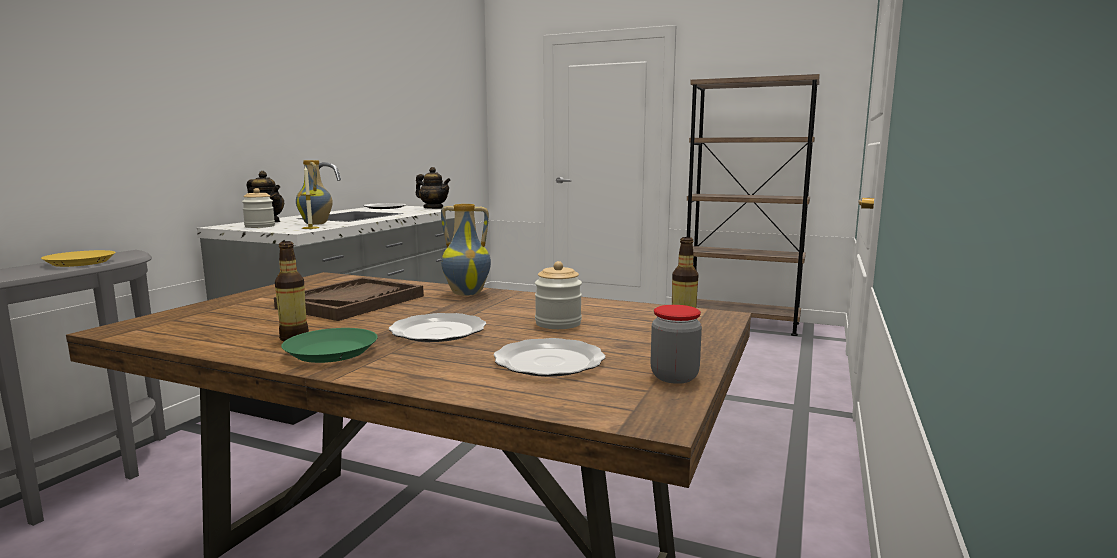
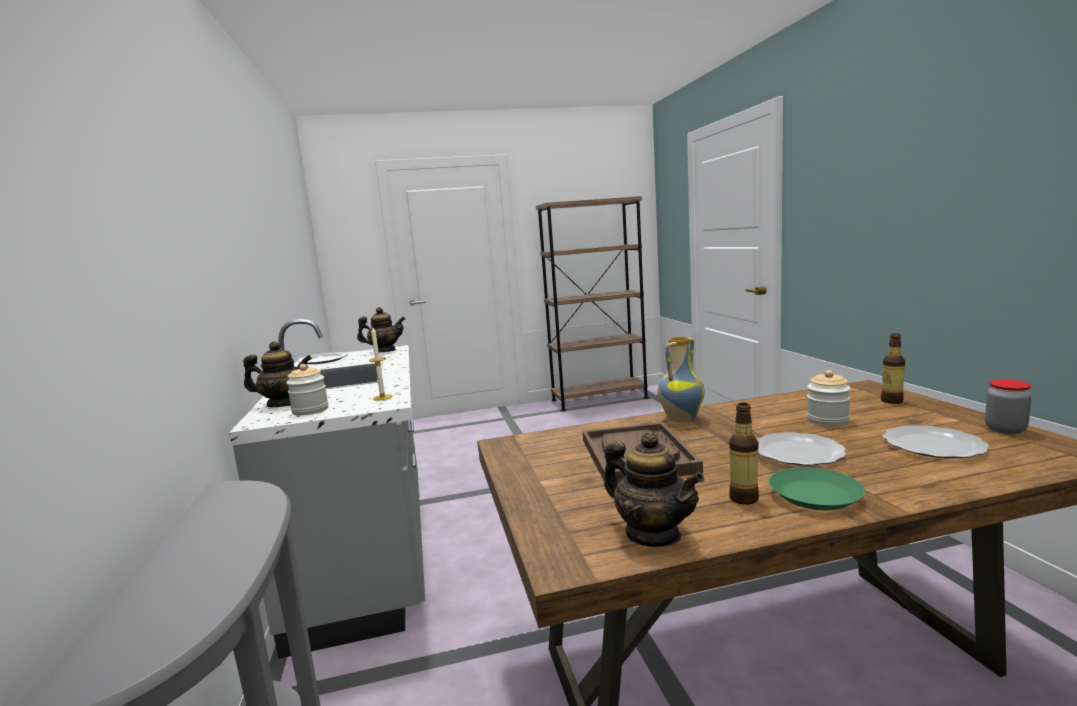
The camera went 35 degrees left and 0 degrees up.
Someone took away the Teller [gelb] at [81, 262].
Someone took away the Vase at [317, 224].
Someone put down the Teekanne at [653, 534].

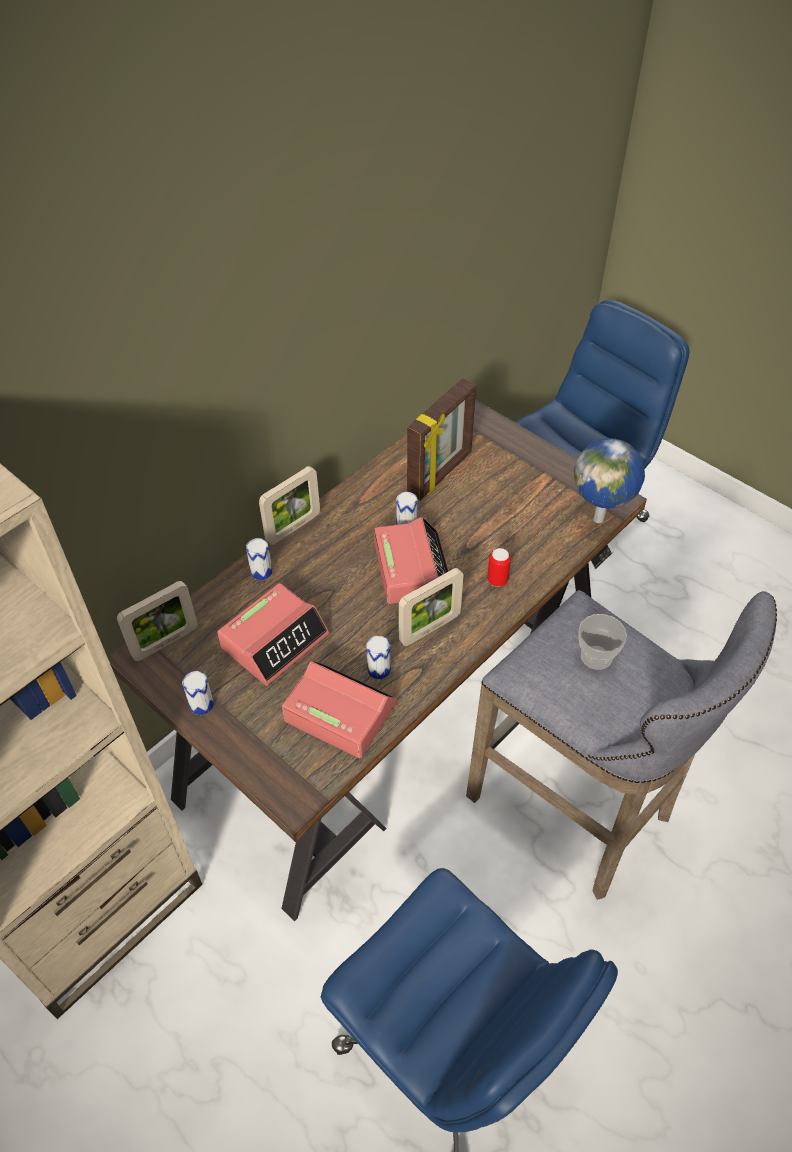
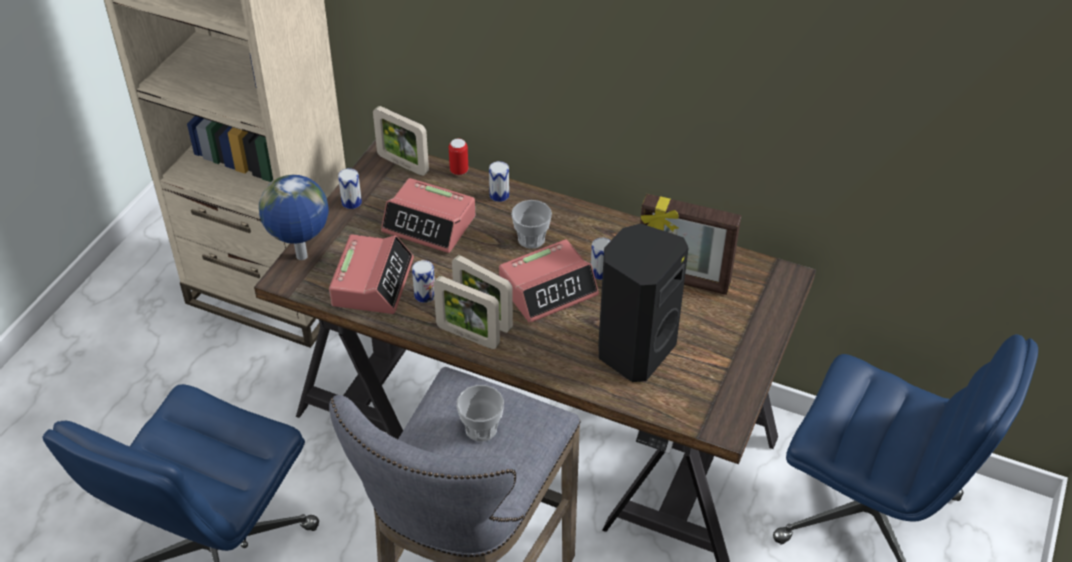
The camera went 70 degrees right and 5 degrees down.
Someone carried the Bilderrahmen from [293, 528] to [468, 336].
Someone carried the Dose from [497, 580] to [459, 171].
Someone carried the Globus from [600, 519] to [302, 257].
Someone put down the Tasse at [531, 239].
Someone put down the Lautsprecher [schwarz] at [634, 350].

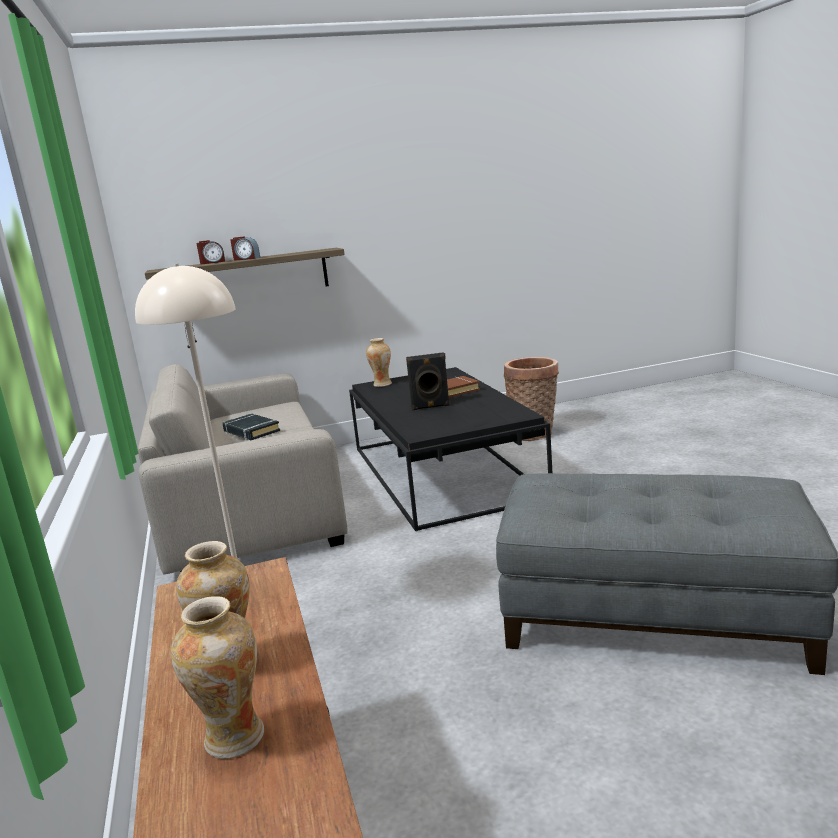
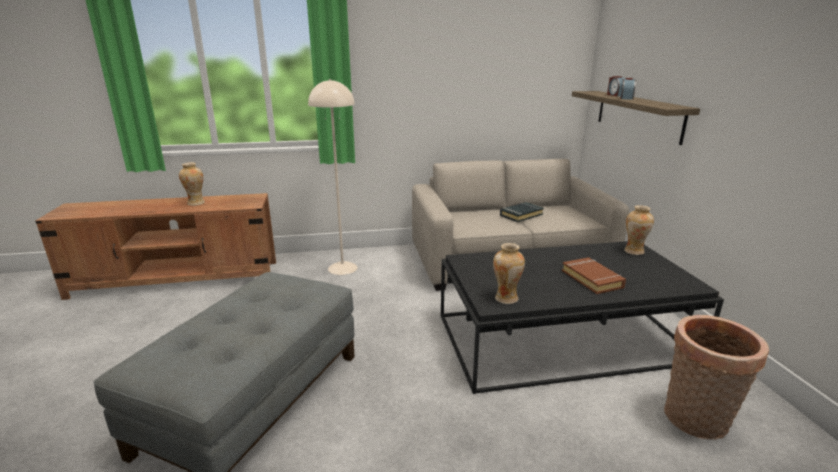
The camera went 95 degrees right and 5 degrees up.
Someone carried the Vase from [234, 738] to [506, 298].
Someone took away the Lautsprecher [schwarz] at [430, 407].

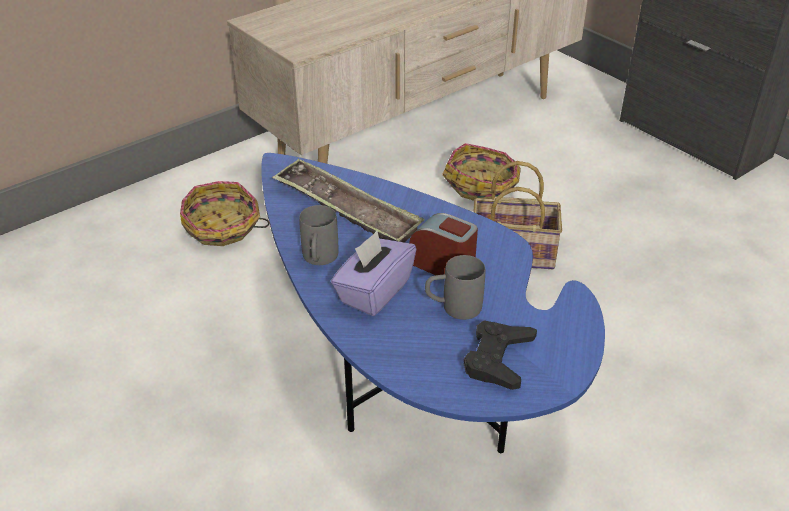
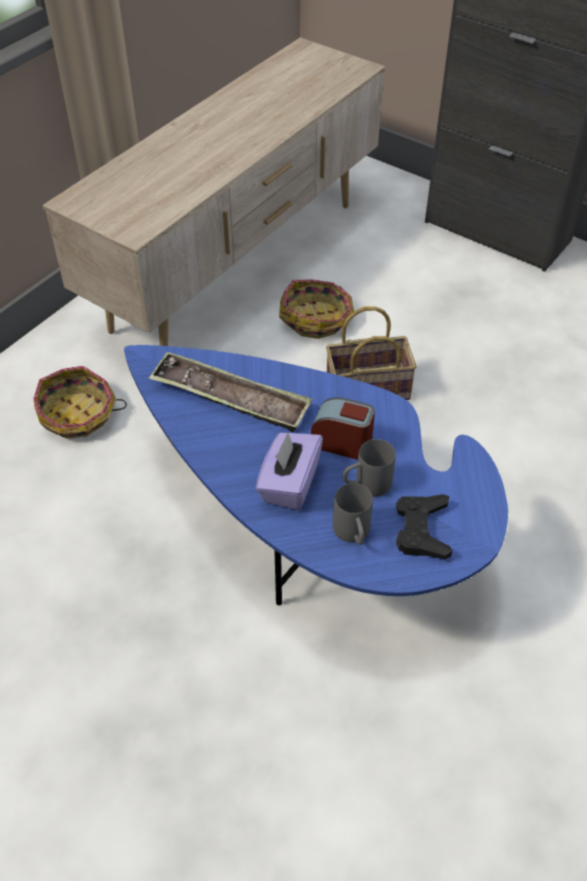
The camera went 15 degrees left and 10 degrees up.
Someone carried the Henkelbecher [grau] from [319, 260] to [353, 535].

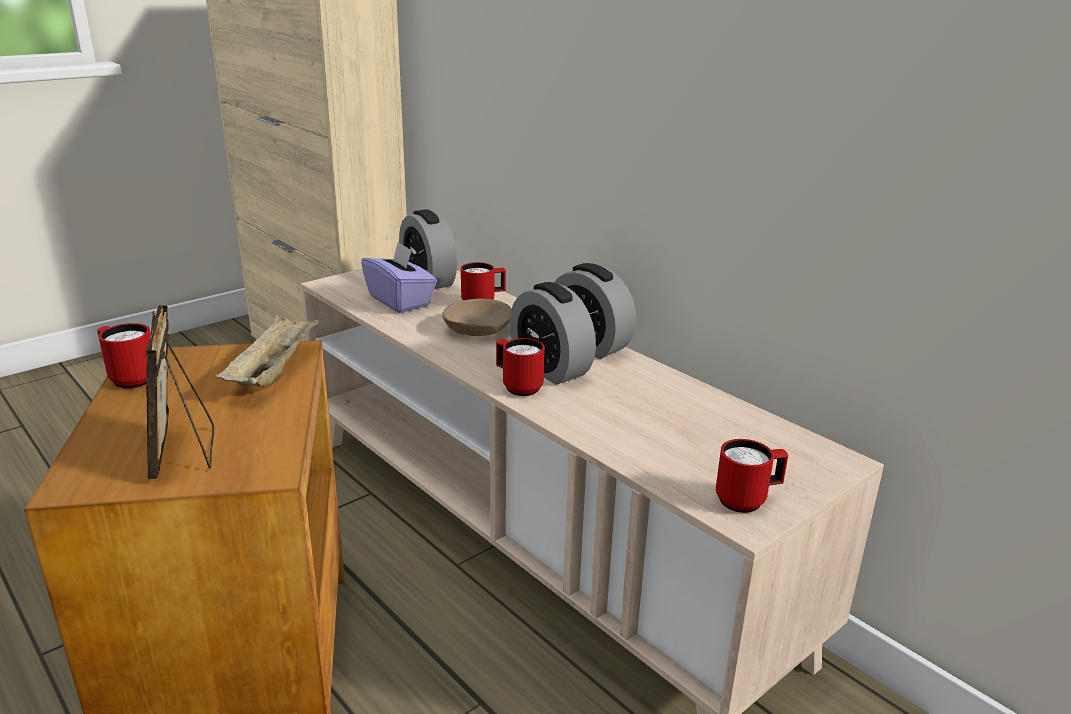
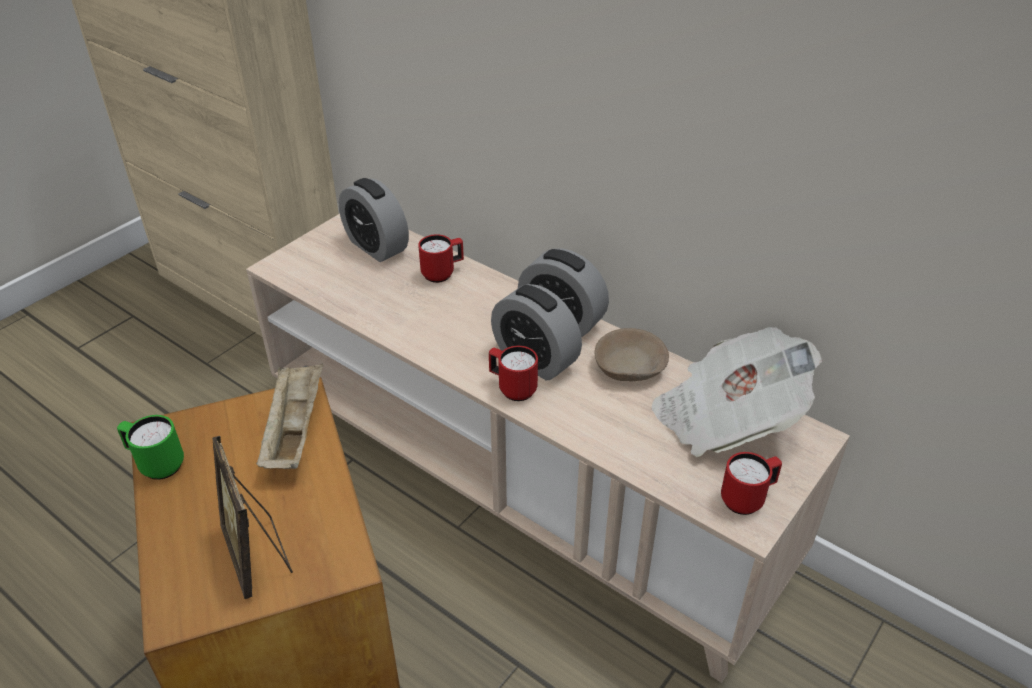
The camera went 10 degrees left and 15 degrees up.
Someone repainted the Henkelbecher [rot] at [129, 378], which became the Henkelbecher [grün] at [156, 464].
Someone took away the Taschentuchbox [lila] at [400, 301].
Someone carried the Schüssel [beige] from [478, 329] to [630, 367].
Someone put down the Zeitung at [726, 418].

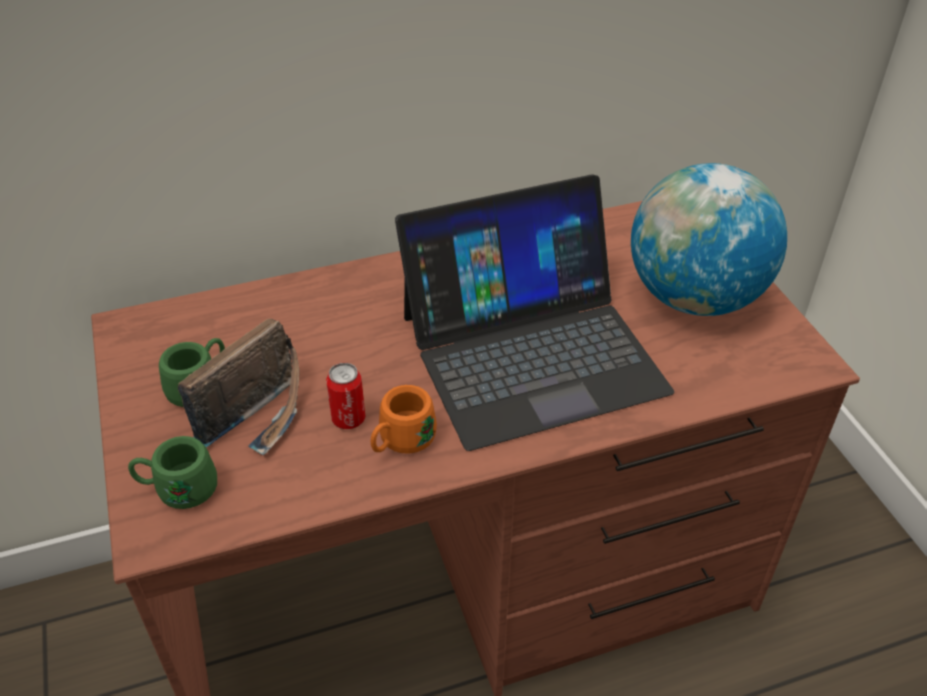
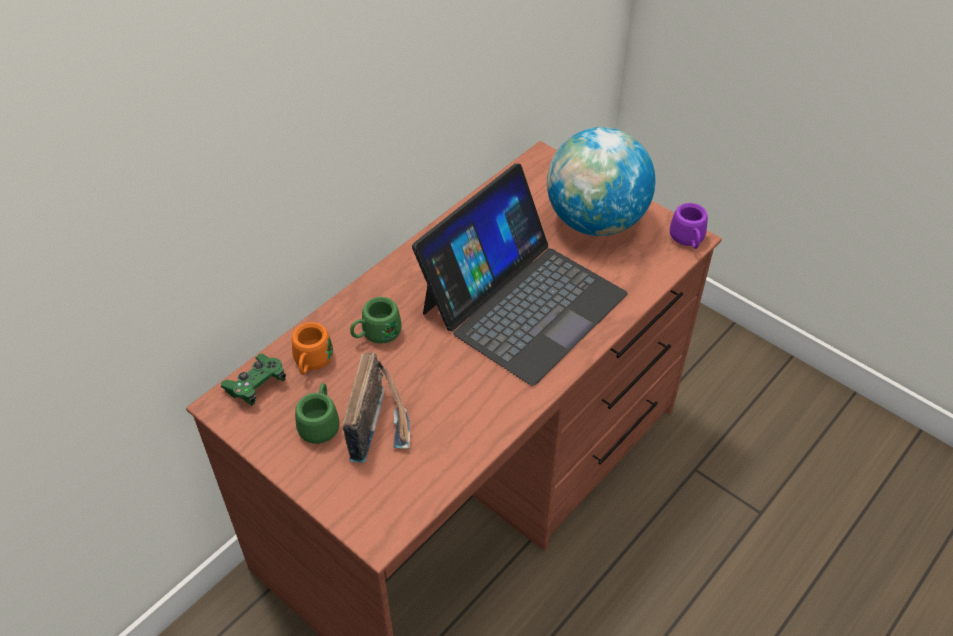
The camera went 30 degrees left and 5 degrees up.
Someone carried the Henkelbecher [grün] from [178, 490] to [376, 334].
Someone took away the Dose at [348, 419].
Someone carried the Henkelbecher [orange] from [401, 442] to [311, 363].
Someone put down the Gamepad [grün] at [256, 385].
Someone put down the Henkelbecher [lila] at [688, 240].

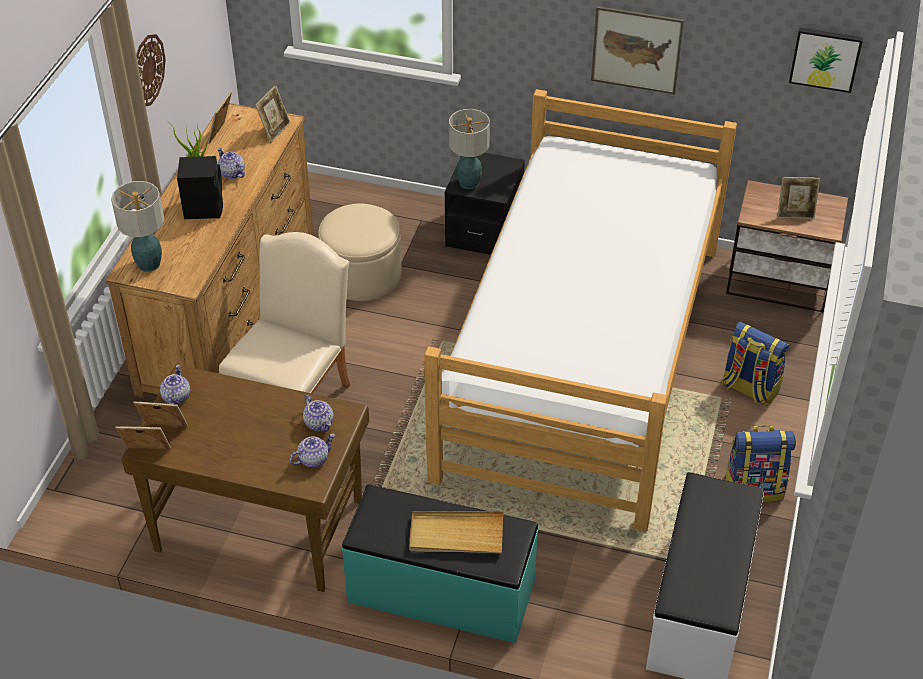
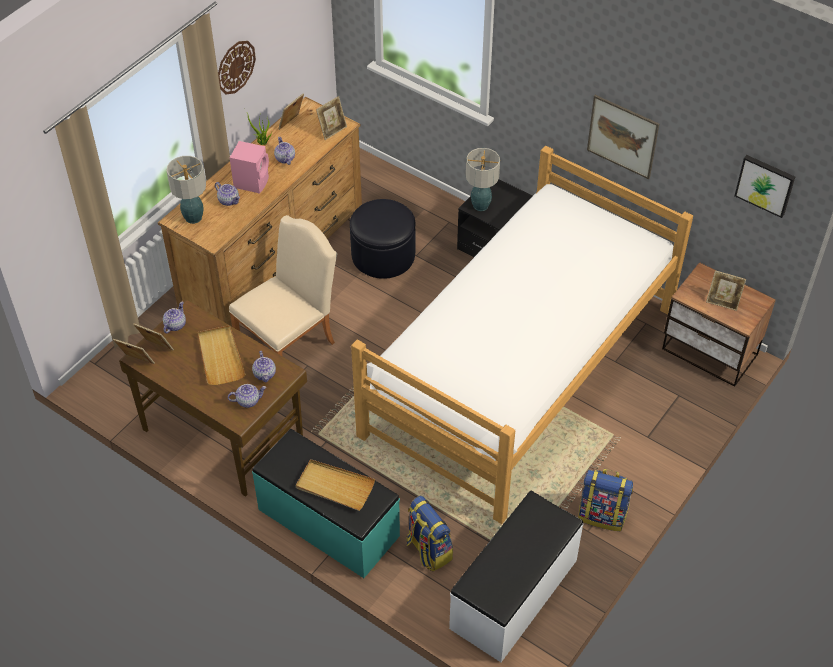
The camera went 20 degrees right and 5 degrees up.
Someone repainted the Lautsprecher [schwarz] at [204, 207], which became the Lautsprecher [rosa] at [252, 181].
Someone repainted the Polsterhocker [beige] at [361, 274], which became the Polsterhocker [schwarz] at [383, 255].
Someone carried the Rucksack from [749, 388] to [428, 550].
Someone put down the Tablett [beige] at [220, 357].
Someone put down the Teekanne at [229, 200].

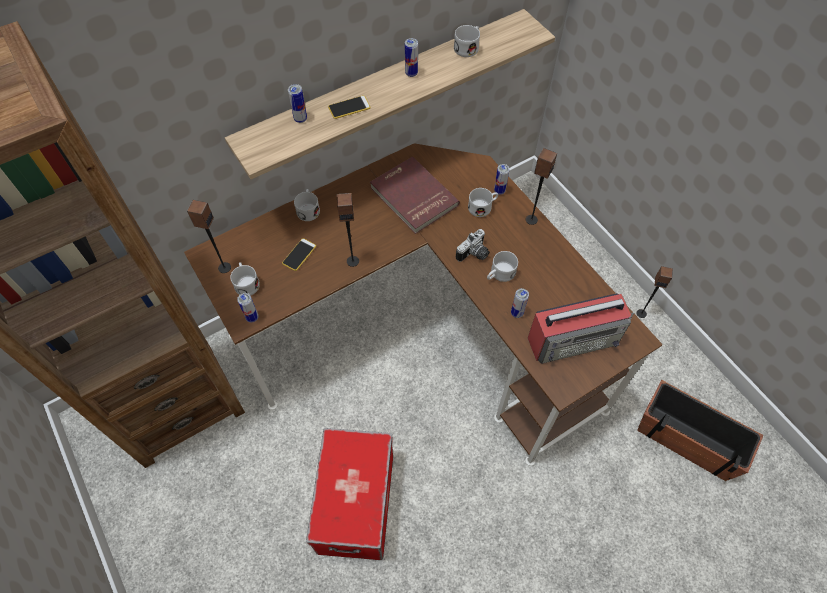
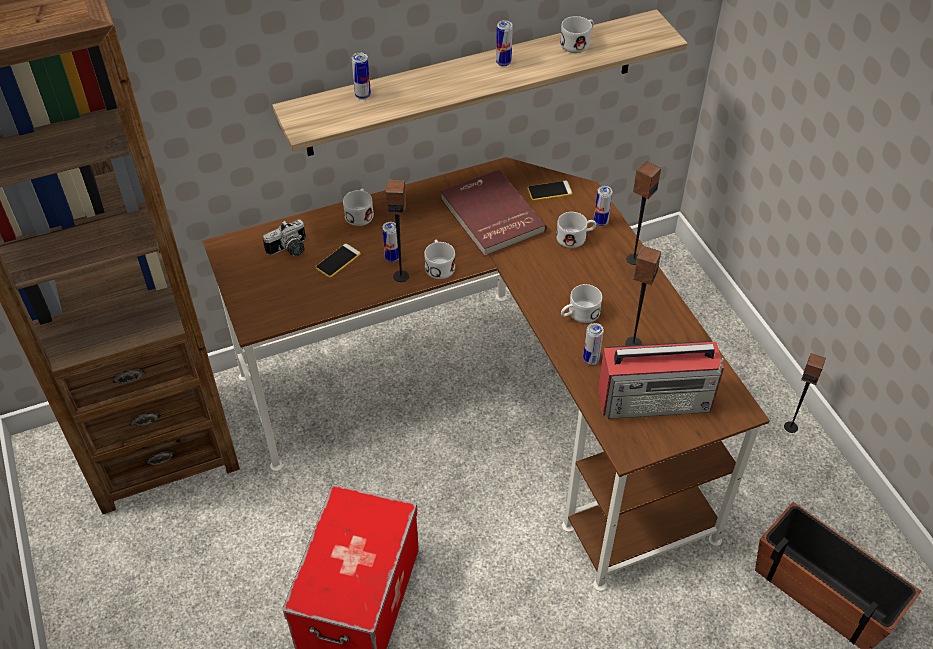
The camera went 10 degrees right and 10 degrees down.
Someone carried the Lautsprecher from [224, 267] to [633, 343].
Someone carried the Henkelbecher [weiß] from [246, 282] to [439, 265].
Someone carried the Dose from [252, 317] to [392, 258].
Someone carried the Handy from [349, 107] to [549, 191].
Someone carried the Kamera from [474, 254] to [290, 250].

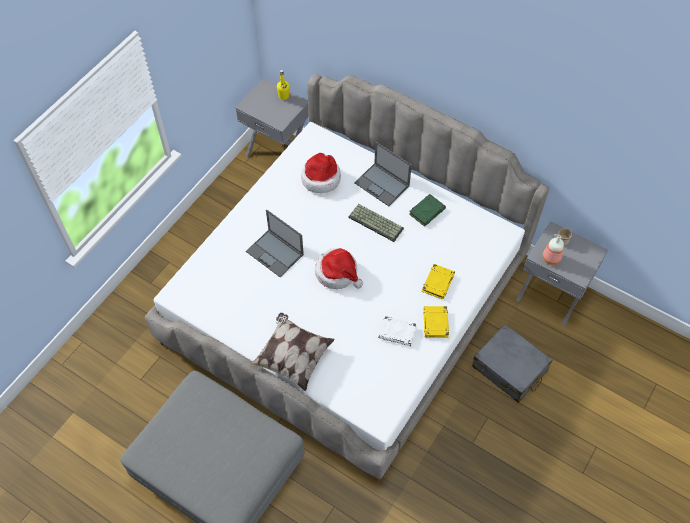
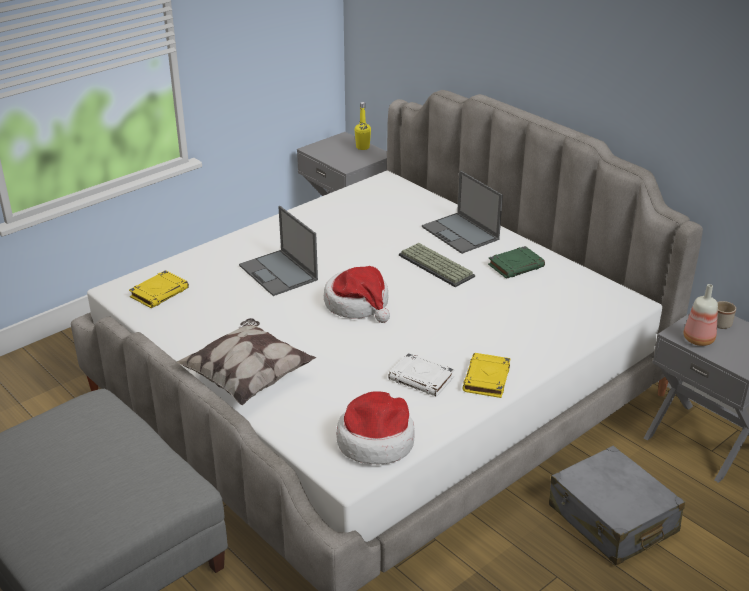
The camera went 15 degrees right and 25 degrees down.
Someone carried the Hut from [320, 178] to [376, 441].
Someone carried the Buch [gelb] from [438, 282] to [159, 292].

